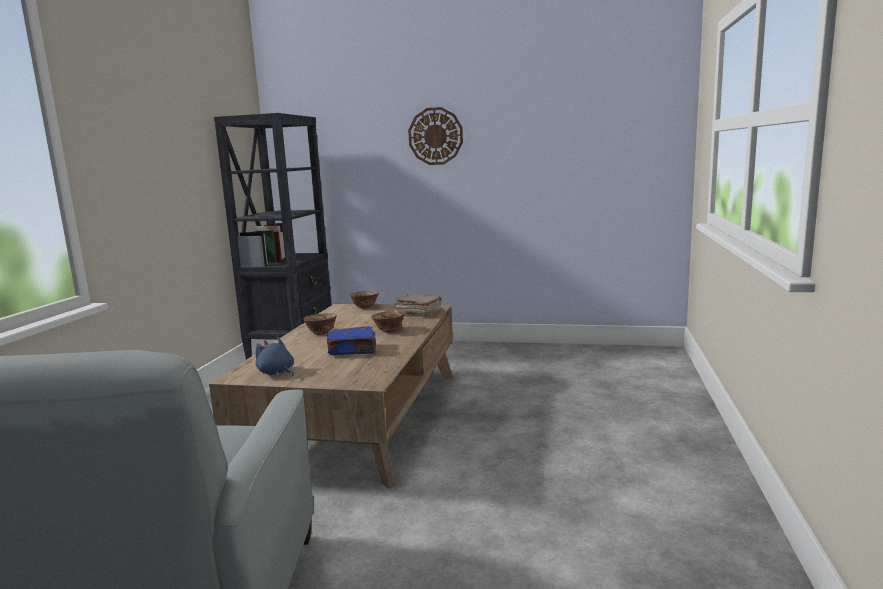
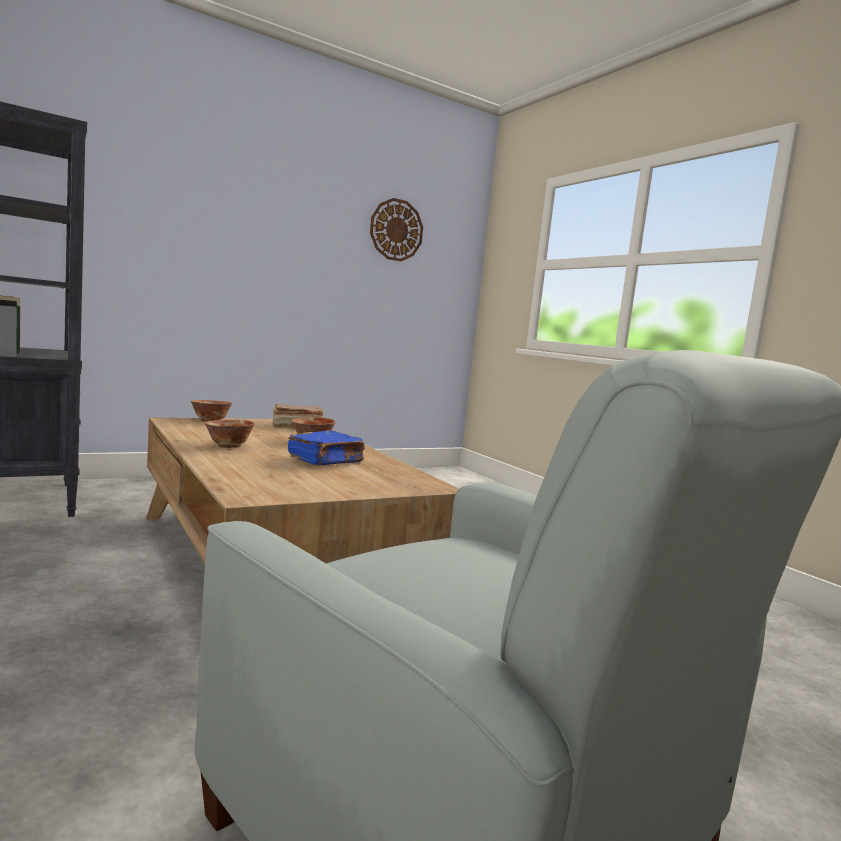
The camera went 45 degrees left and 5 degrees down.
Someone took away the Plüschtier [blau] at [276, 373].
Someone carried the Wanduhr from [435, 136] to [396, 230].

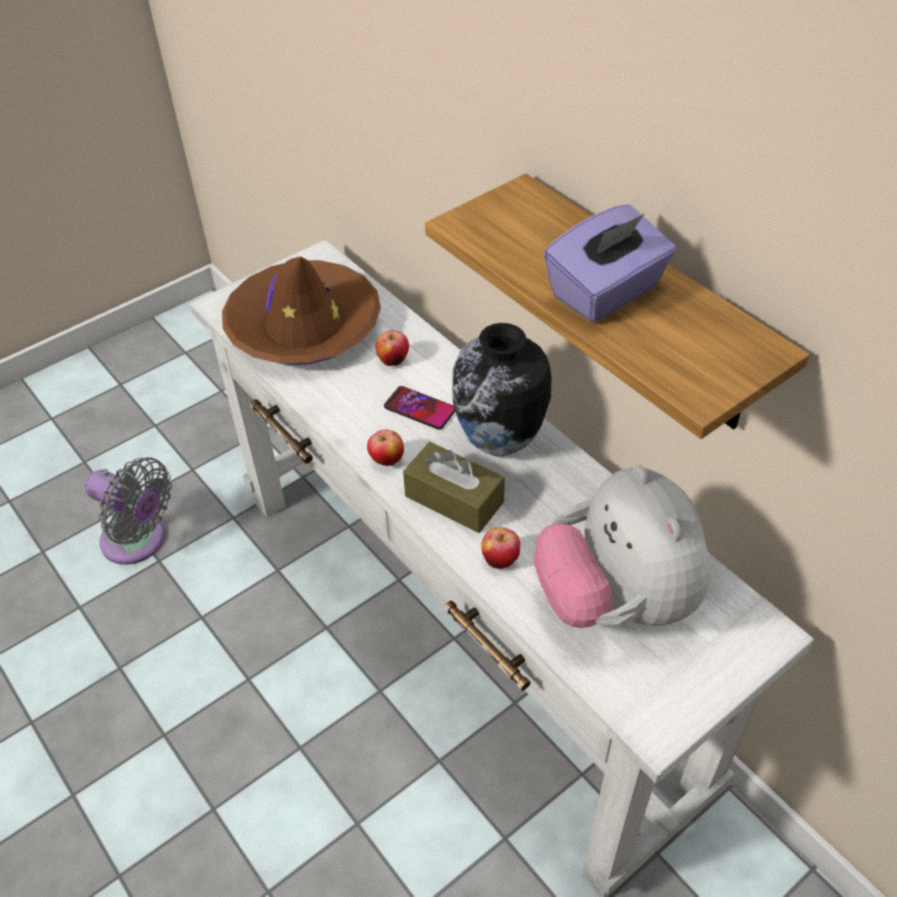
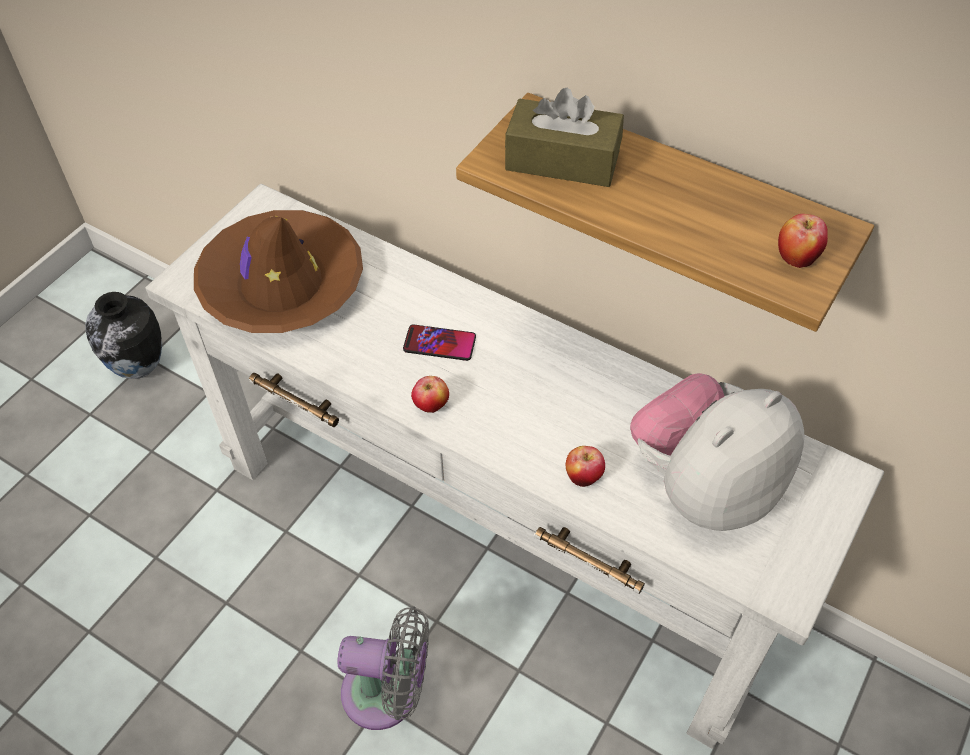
The camera went 20 degrees left and 5 degrees up.
Someone carried the Ventilator [grau] from [139, 541] to [388, 693].
Someone carried the Apfel from [393, 360] to [796, 258].
Someone carried the Taschentuchbox [braun] from [454, 499] to [562, 160].
Someone carried the Vase from [499, 443] to [139, 368].
Someone rotated the Plüschtier at [616, 600] by 90 degrees clockwise.
Someone took away the Taschentuchbox [lila] at [606, 292].

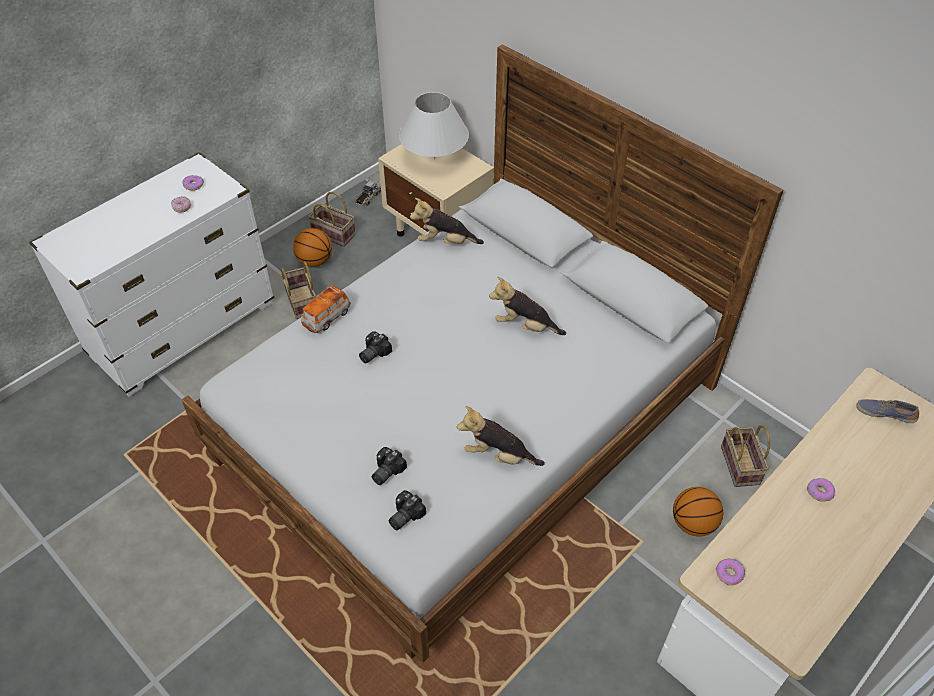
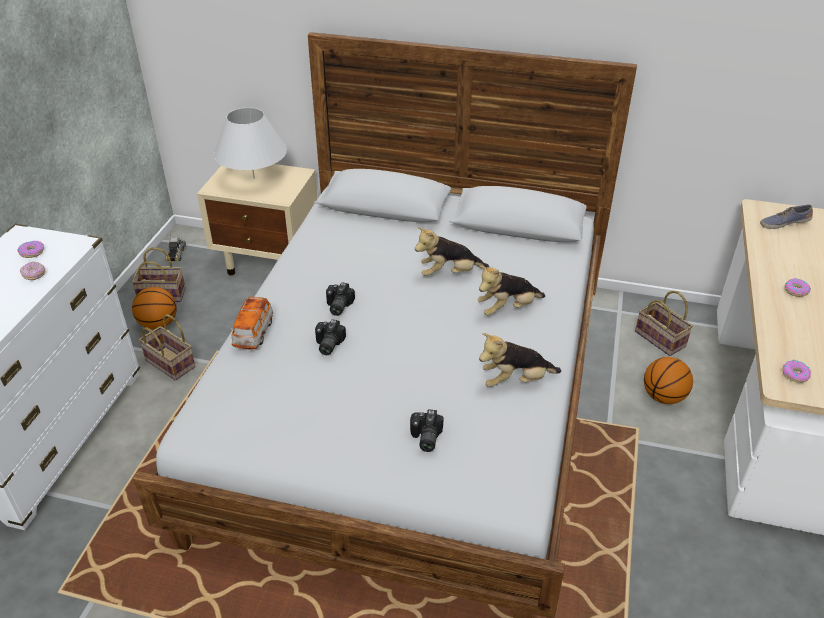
The camera went 30 degrees left and 10 degrees down.
Someone carried the Kamera from [403, 515] to [337, 306].
Someone carried the Plüschtier from [445, 242] to [507, 308].

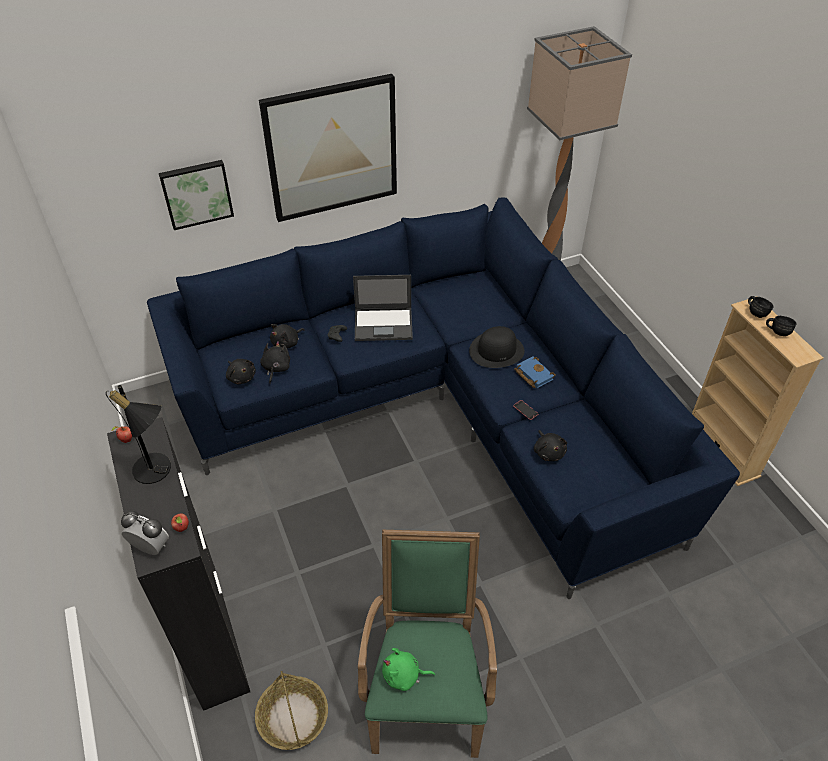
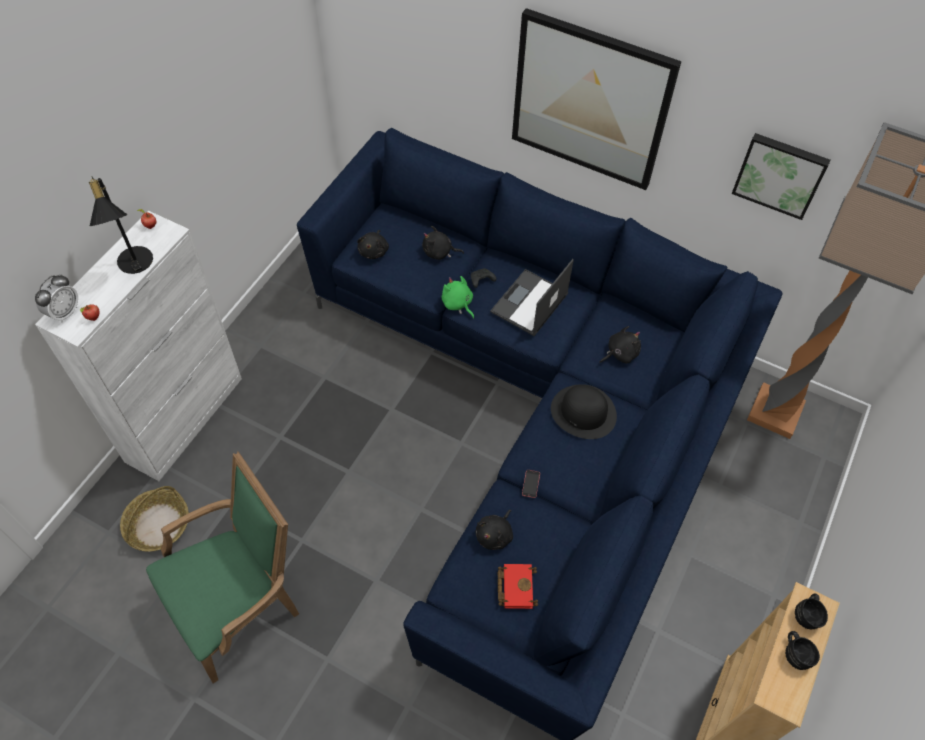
The camera went 50 degrees right and 10 degrees up.
Someone repainted the Schrank [schwarz] at [209, 633], which became the Schrank [weiß] at [185, 419].
Someone rotated the Wecker at [150, 547] by 45 degrees clockwise.
Someone carried the Bild from [196, 193] to [780, 174].
Someone carried the Plüschtier [schwarz] from [276, 368] to [620, 353].
Someone rotated the Laptop at [384, 324] by 75 degrees clockwise.
Someone carried the Plüschtier [grün] from [404, 675] to [458, 304].
Someone took away the Buch [blau] at [532, 374].
Someone put down the Buch [rot] at [515, 586].

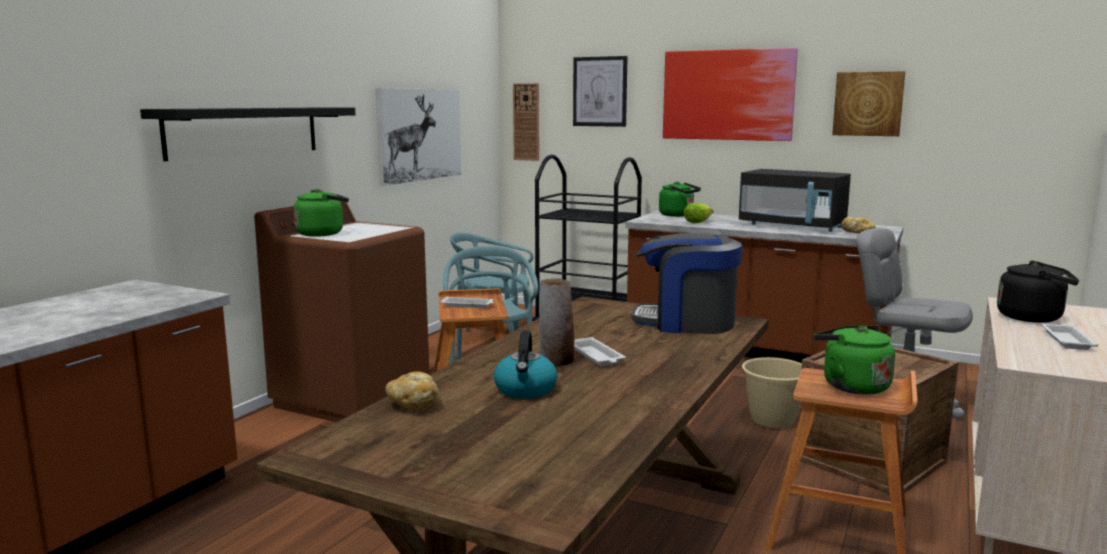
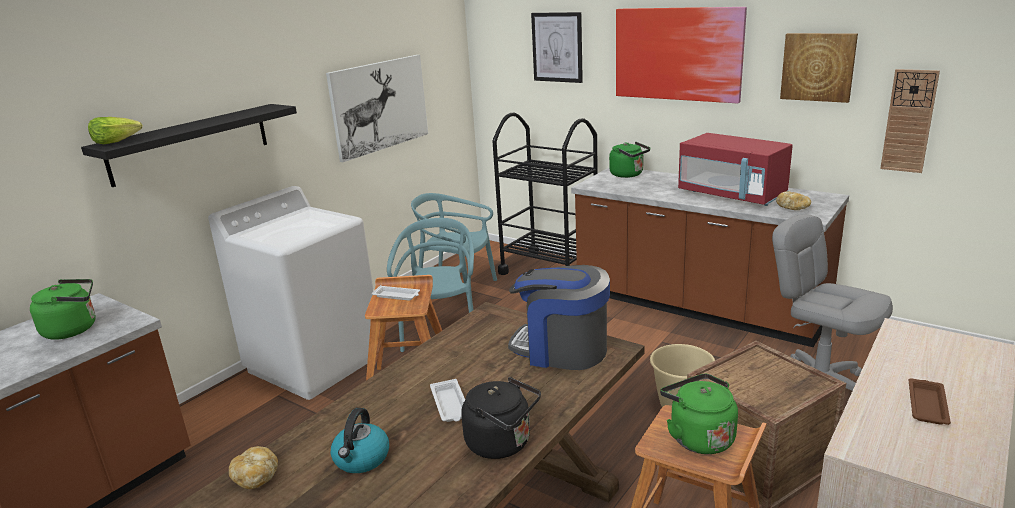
The camera went 10 degrees right and 10 degrees up.
Someone repainted the Waschmaschine [braun] at [353, 398], which became the Waschmaschine [weiß] at [315, 362].
Someone carried the Wasserkessel [grün] from [323, 234] to [74, 329].
Someone carried the Wanduhr from [526, 122] to [909, 121].
Someone took away the Vase at [556, 361].
Someone carried the Salatkopf from [697, 222] to [116, 142].
Someone repainted the Mikrowelle [schwarz] at [792, 226], which became the Mikrowelle [rot] at [732, 195].
Someone carried the Wasserkessel [schwarz] from [1033, 317] to [502, 444].
Someone repainted the Tablett [weiß] at [1066, 340], which became the Tablett [braun] at [927, 405].

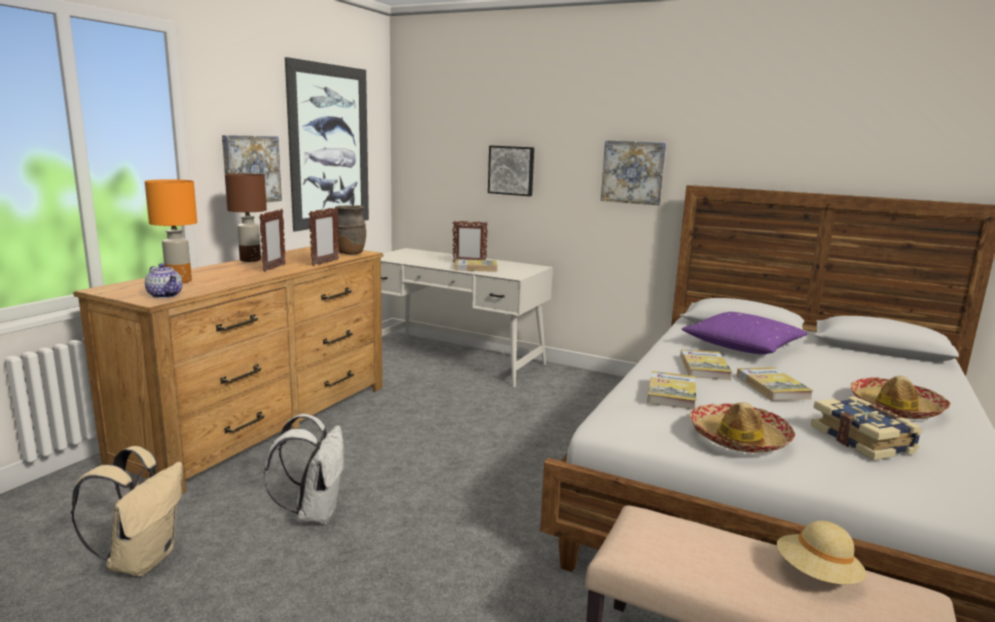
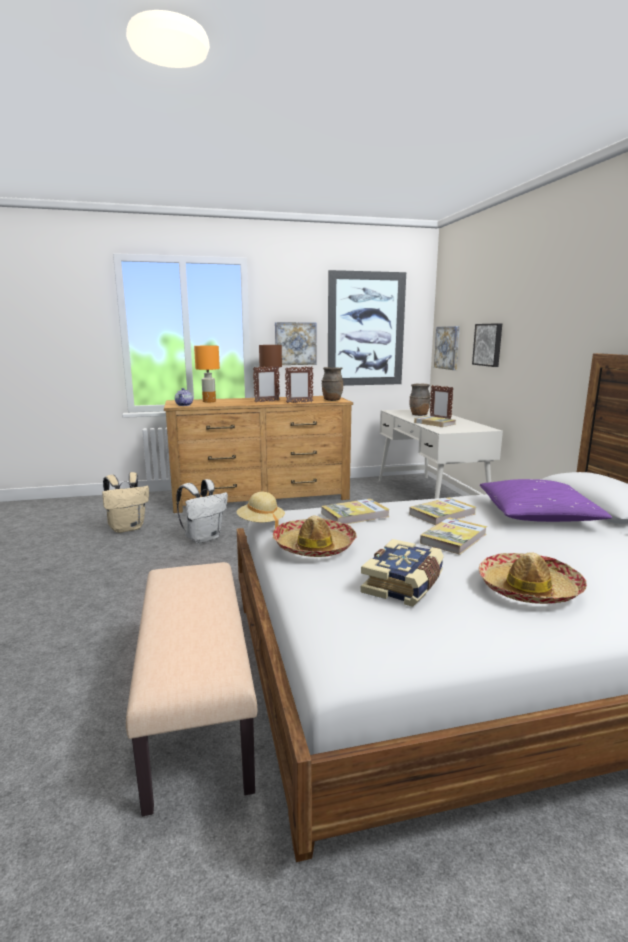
The camera went 50 degrees right and 0 degrees up.
Someone carried the Bild from [633, 172] to [447, 347].
Someone carried the Hut [beige] from [817, 576] to [261, 523].
Someone put down the Vase [braun] at [419, 415].

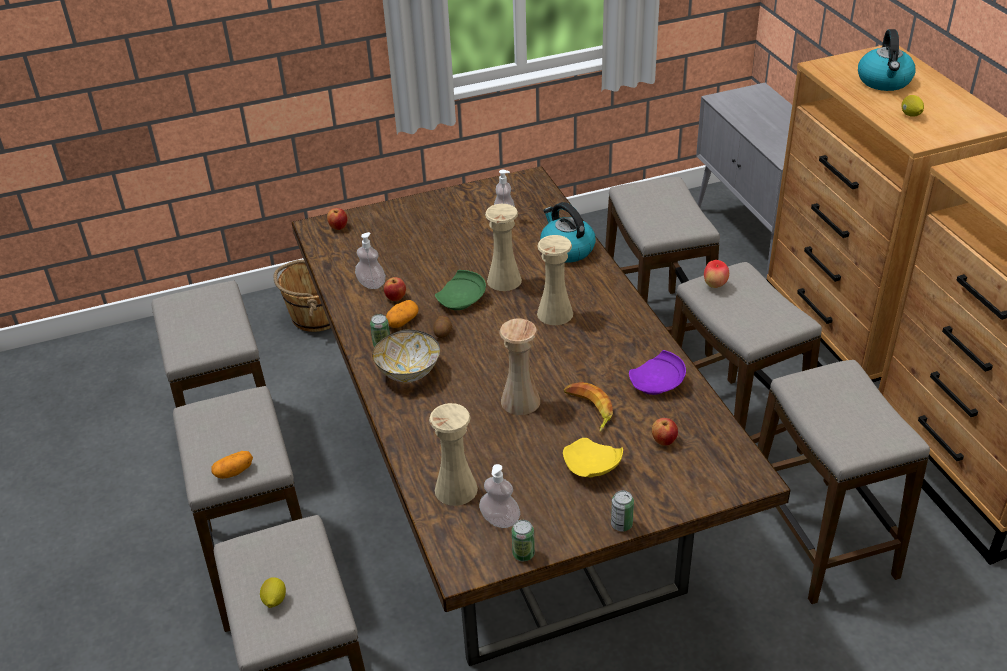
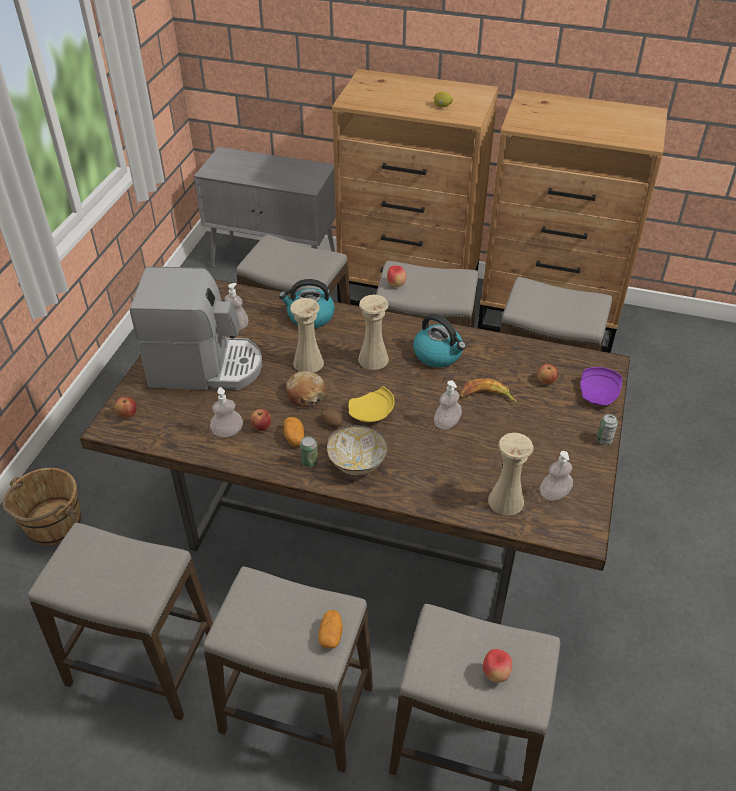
The camera went 55 degrees left and 5 degrees up.
Someone swapped the Zitrone at [274, 600] for the Apfel at [495, 674].
Someone swapped the Teller [grün] at [462, 300] for the Brot at [305, 394].
Someone swapped the Vase [beige] at [520, 401] for the Seifenspender at [447, 423].
Someone took away the Dose at [523, 554].
Someone carried the Teller [gelb] from [591, 468] to [372, 413].
Someone carried the Teller [lila] from [657, 383] to [599, 394].
Someone carried the Wasserkessel from [884, 81] to [438, 354].
Someone put down the Kaffeemaschine at [206, 367].

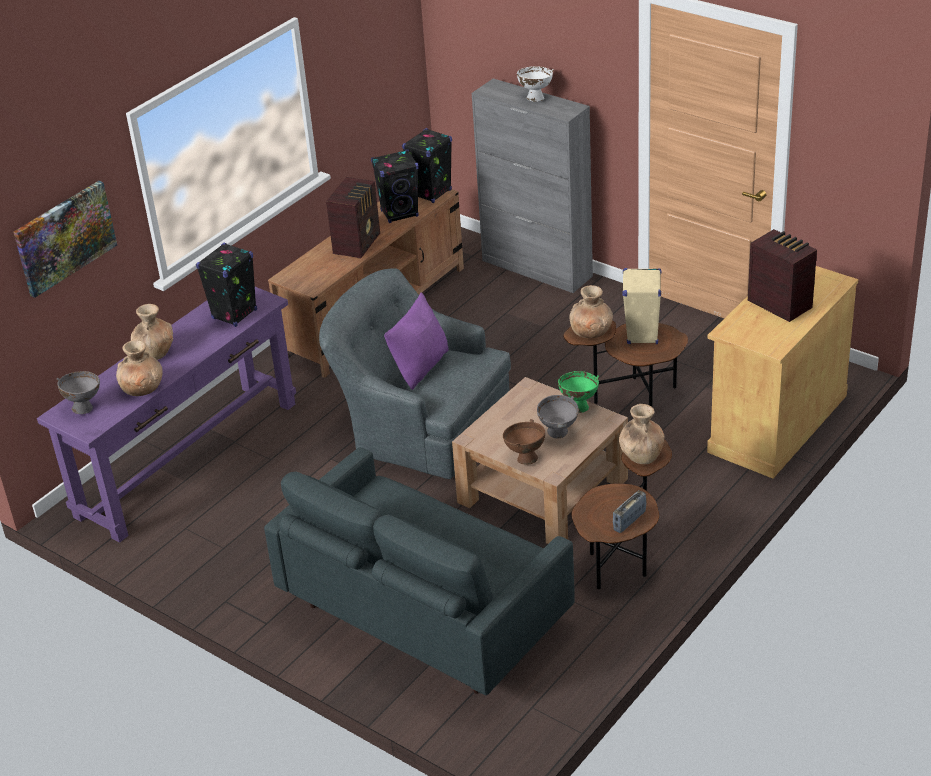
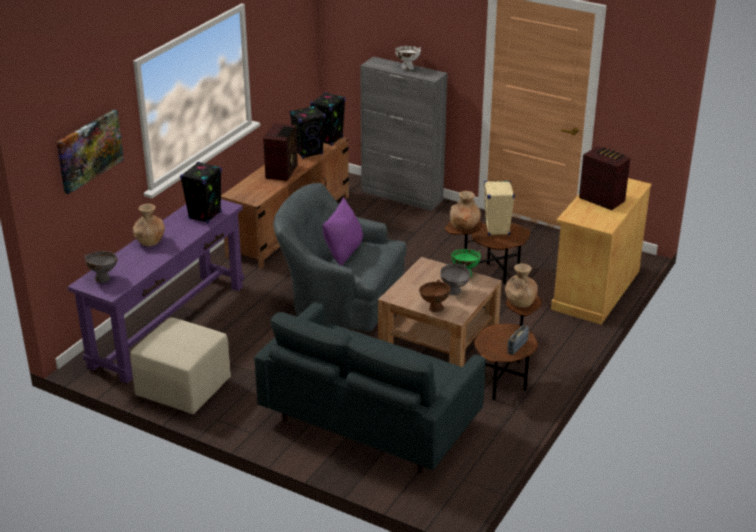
The camera went 10 degrees left and 5 degrees down.
Someone took away the Vase [braun] at [143, 389].
Someone put down the Polsterhocker [beige] at [182, 389].

